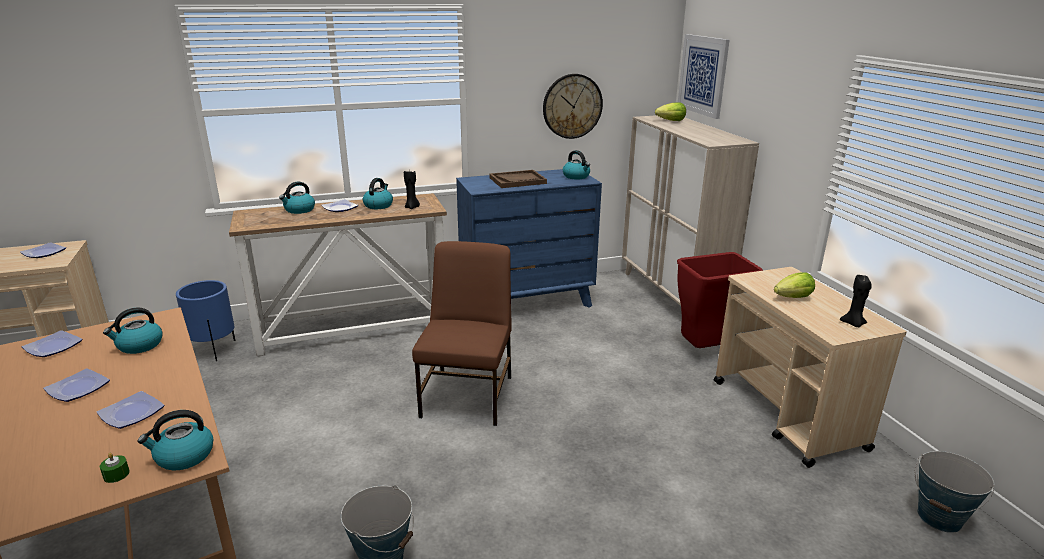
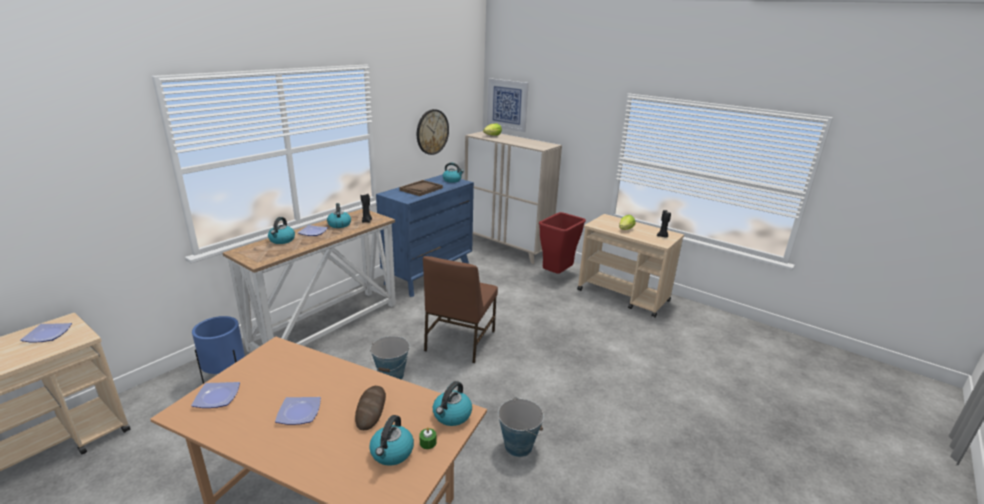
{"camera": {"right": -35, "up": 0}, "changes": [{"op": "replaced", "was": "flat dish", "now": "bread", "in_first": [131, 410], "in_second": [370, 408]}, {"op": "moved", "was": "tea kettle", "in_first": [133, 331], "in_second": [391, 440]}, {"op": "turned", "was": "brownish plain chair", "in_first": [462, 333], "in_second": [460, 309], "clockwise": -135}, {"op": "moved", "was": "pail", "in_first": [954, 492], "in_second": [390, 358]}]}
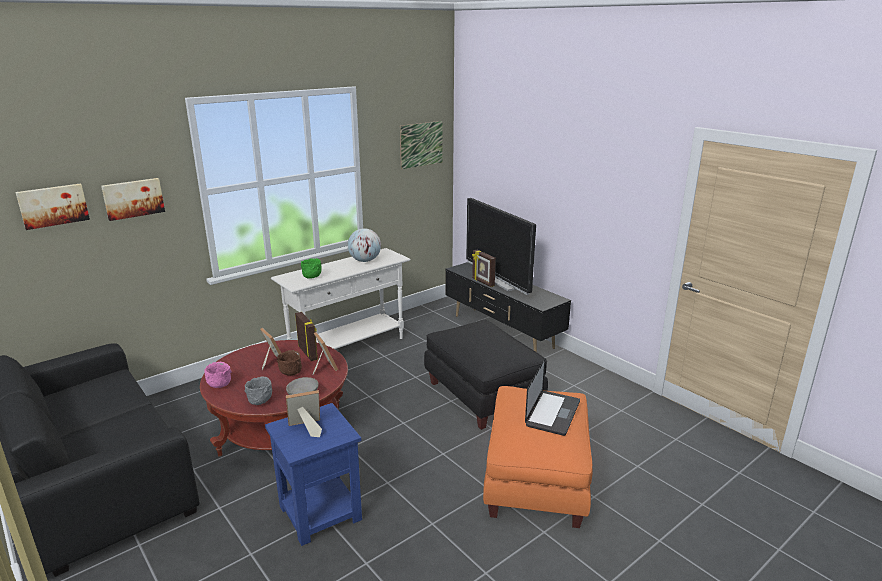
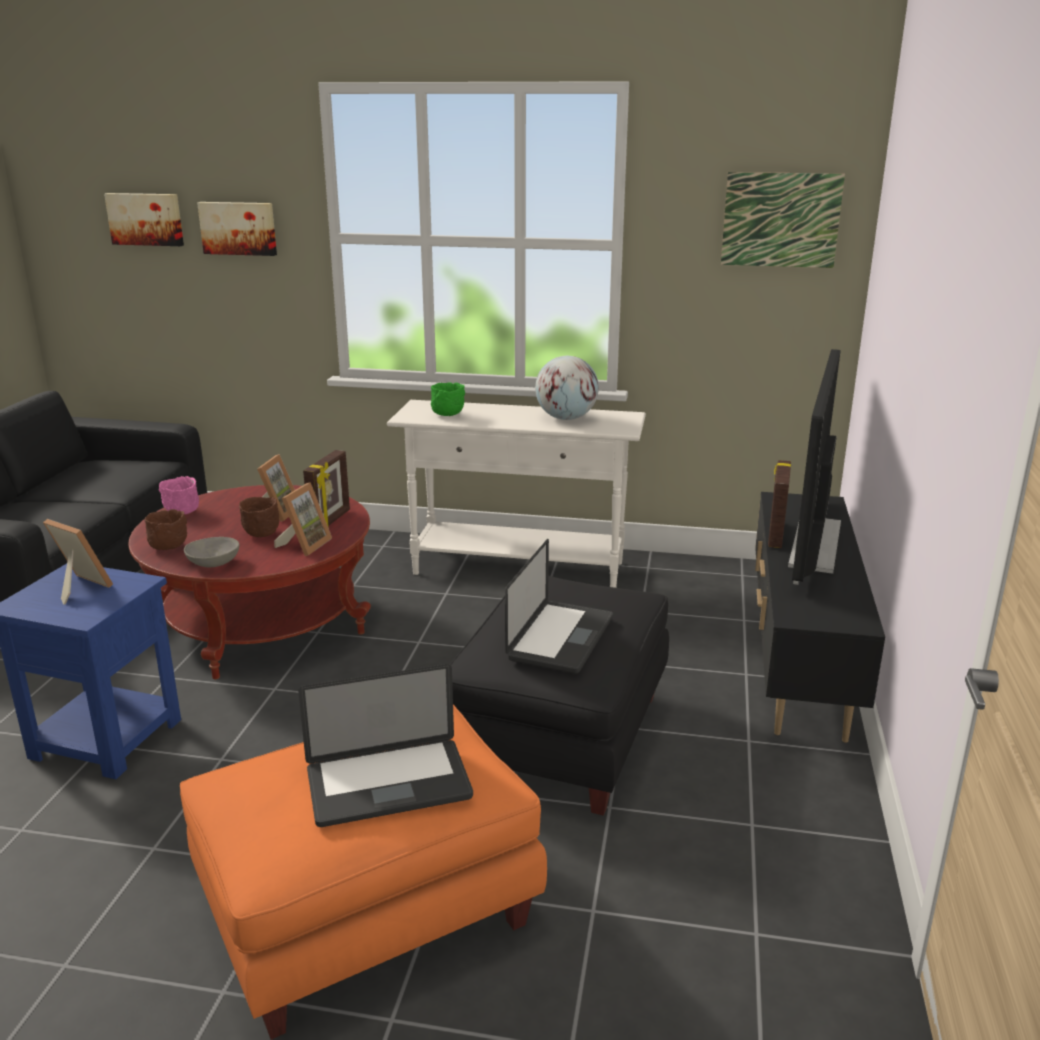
{"camera": {"right": 50, "up": 0}, "changes": [{"op": "recoloured", "was": "gray bowl", "now": "brownish bowl", "in_first": [258, 390], "in_second": [166, 529]}, {"op": "added", "now": "portable computer", "in_second": [559, 606]}]}
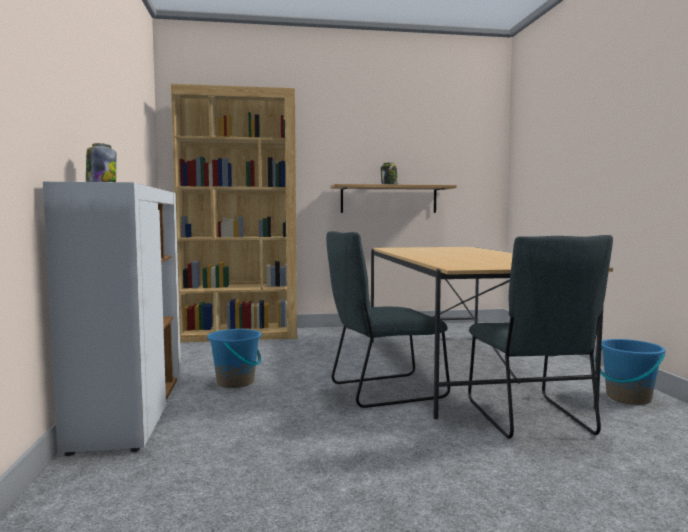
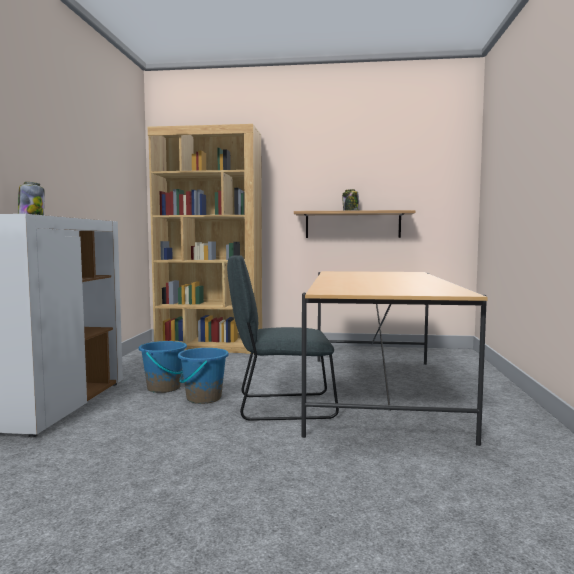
{"camera": {"right": 15, "up": 0}, "changes": [{"op": "removed", "was": "gray plain chair", "in_first": [540, 337]}, {"op": "moved", "was": "bluish pail", "in_first": [630, 372], "in_second": [203, 376]}]}
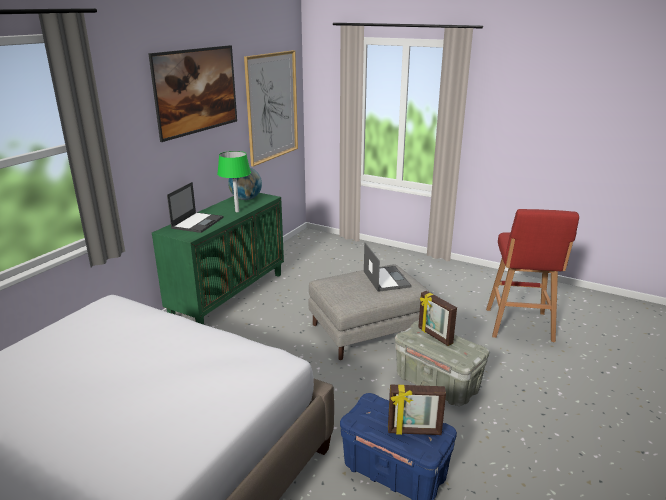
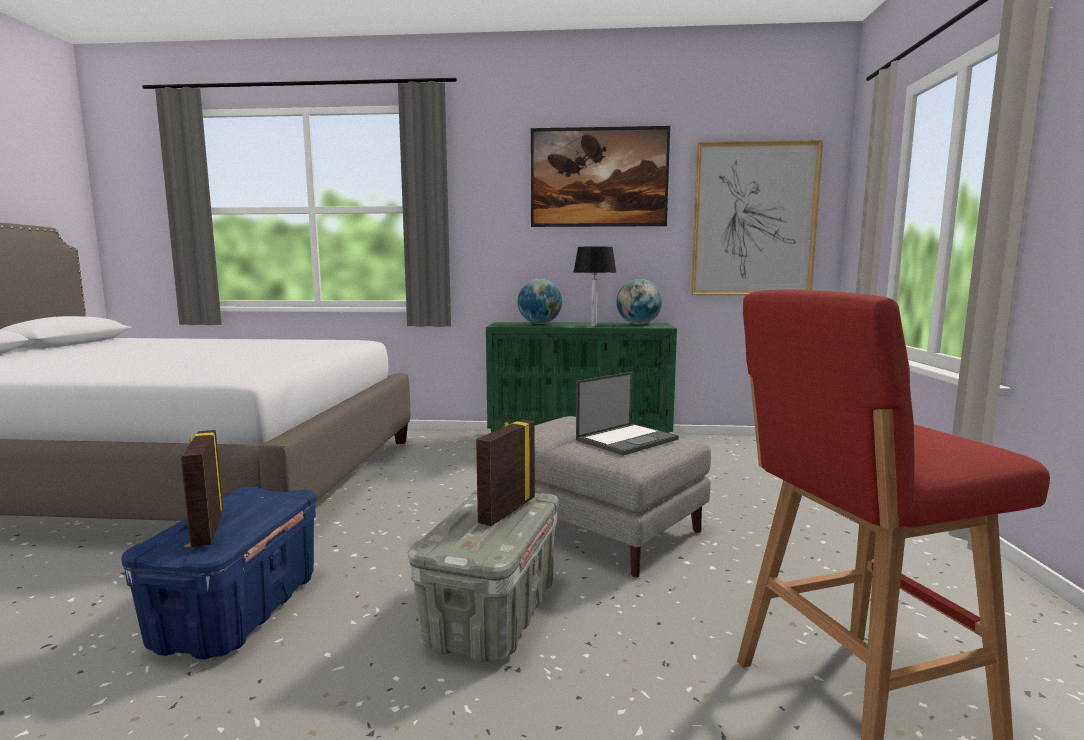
{"camera": {"right": 65, "up": -15}, "changes": [{"op": "replaced", "was": "portable computer", "now": "world globe", "in_first": [195, 207], "in_second": [539, 301]}, {"op": "recoloured", "was": "greenish lamp for a table", "now": "black-coloured lamp for a table", "in_first": [234, 181], "in_second": [595, 286]}]}
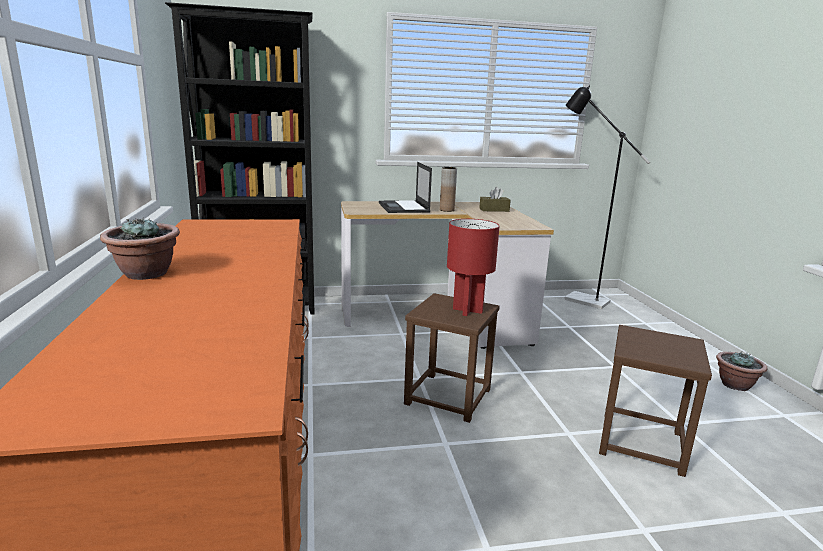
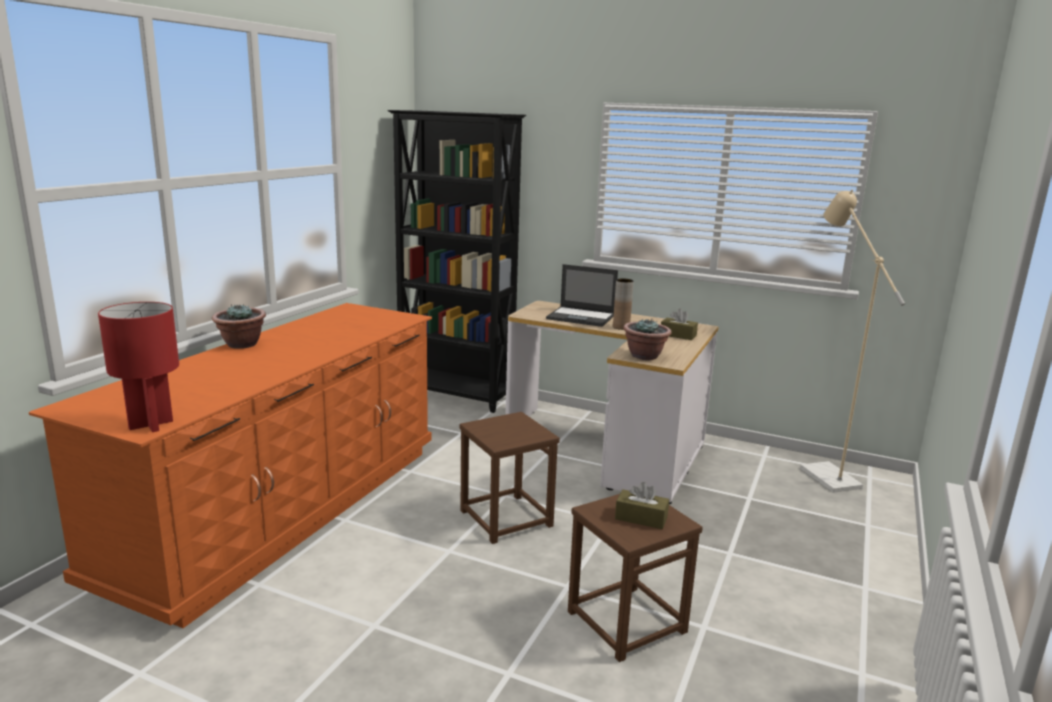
{"camera": {"right": 35, "up": 0}, "changes": [{"op": "turned", "was": "portable computer", "in_first": [405, 187], "in_second": [582, 295], "clockwise": -90}, {"op": "moved", "was": "red lamp for a table", "in_first": [473, 267], "in_second": [138, 367]}, {"op": "recoloured", "was": "black-coloured floor lamp", "now": "beige-coloured floor lamp", "in_first": [607, 197], "in_second": [852, 341]}, {"op": "moved", "was": "houseplant", "in_first": [742, 371], "in_second": [647, 339]}, {"op": "added", "now": "brownish tissue holder", "in_second": [642, 505]}]}
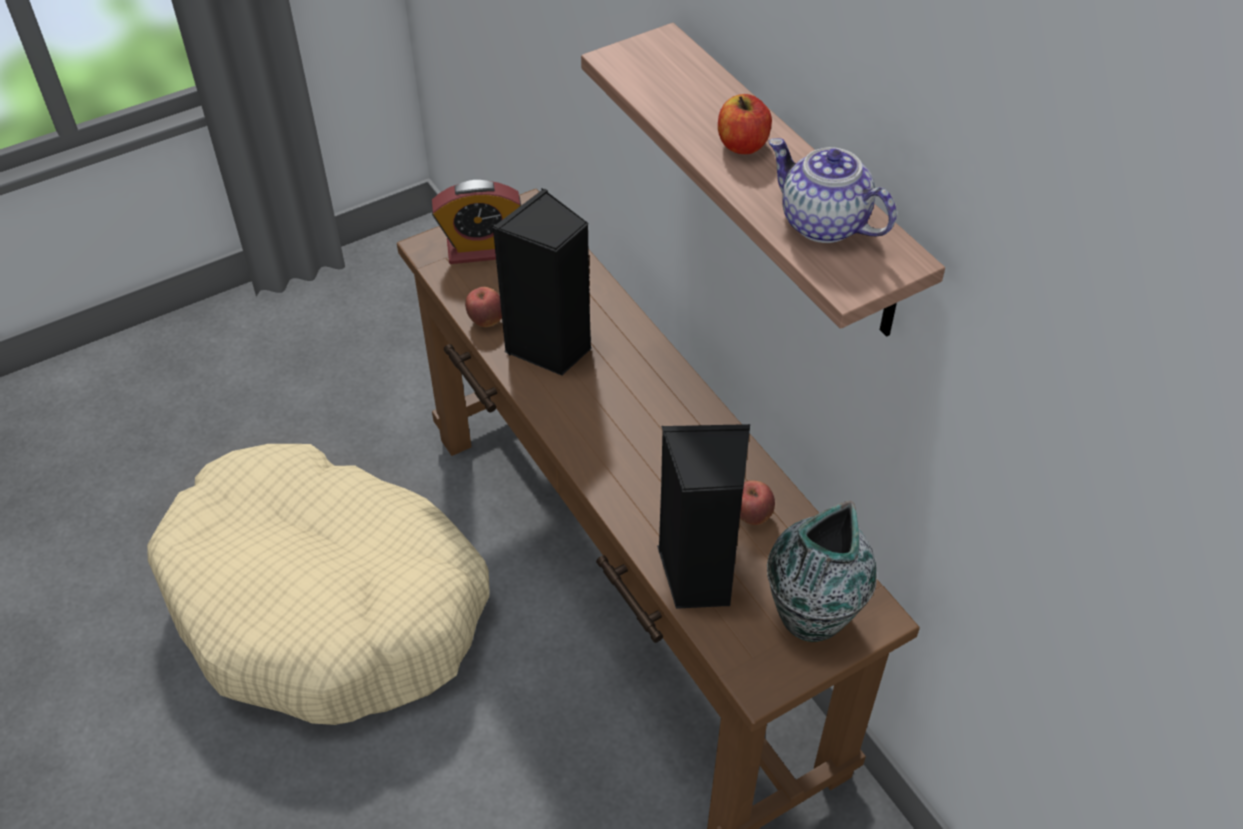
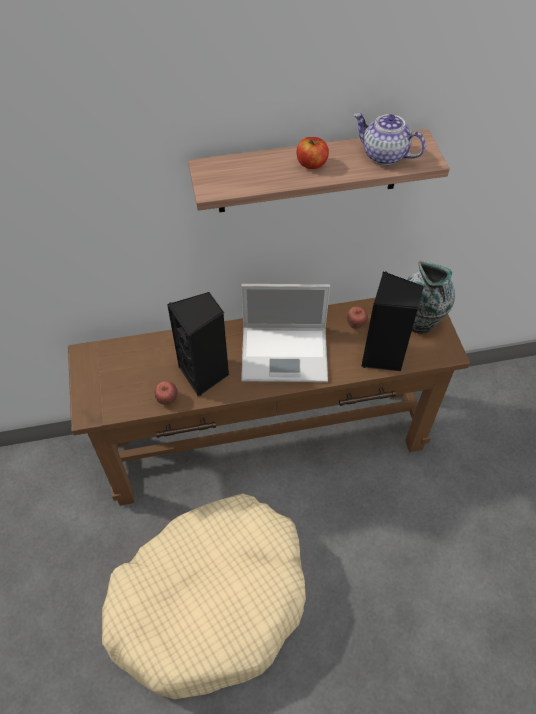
{"camera": {"right": -70, "up": 5}, "changes": [{"op": "removed", "was": "table clock", "in_first": [476, 222]}, {"op": "turned", "was": "teapot", "in_first": [832, 190], "in_second": [390, 139], "clockwise": 60}, {"op": "added", "now": "portable computer", "in_second": [285, 333]}]}
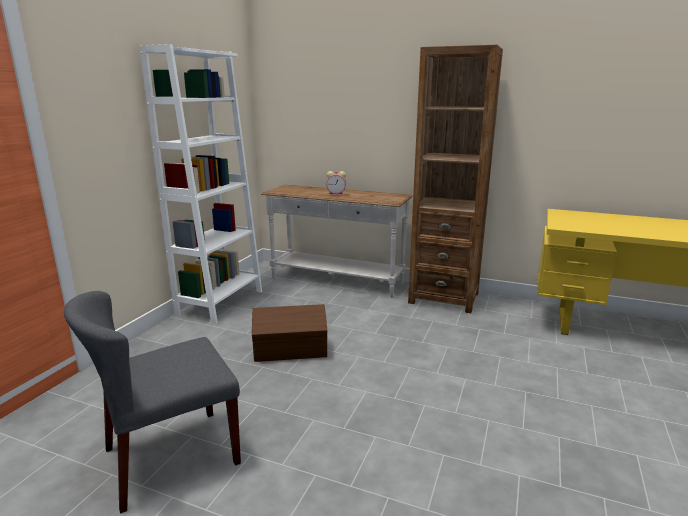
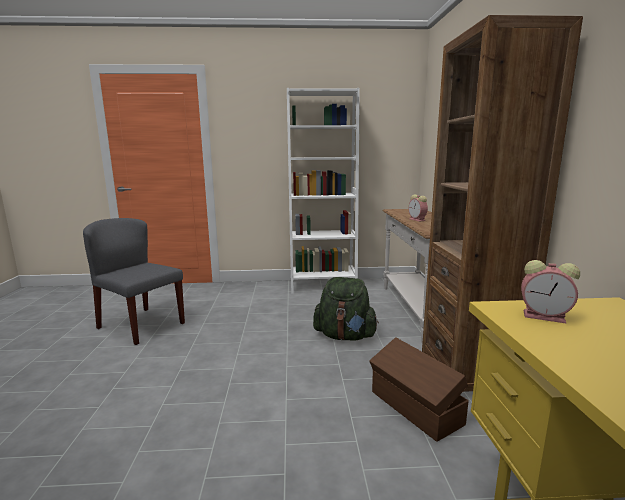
{"camera": {"right": 65, "up": -5}, "changes": [{"op": "moved", "was": "brownish storage container", "in_first": [289, 333], "in_second": [419, 389]}, {"op": "added", "now": "greenish backpack", "in_second": [346, 309]}, {"op": "added", "now": "table clock", "in_second": [550, 291]}]}
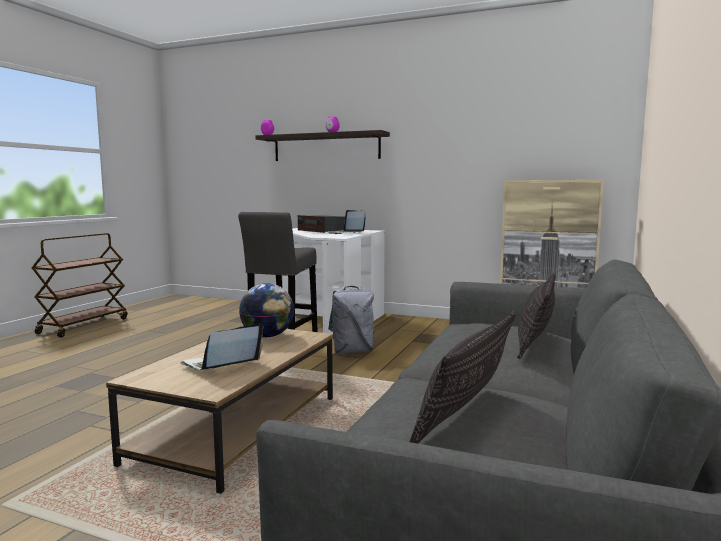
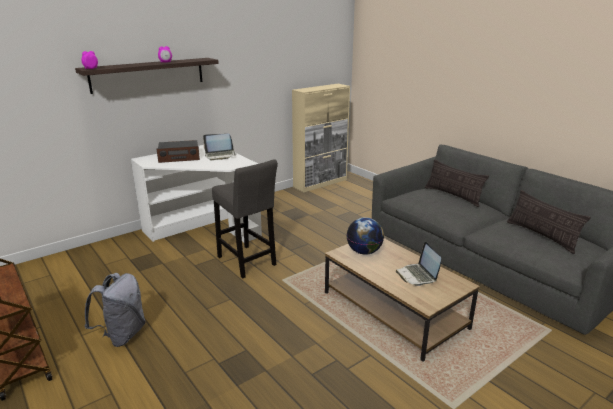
{"camera": {"right": -60, "up": 15}, "changes": [{"op": "moved", "was": "gray backpack", "in_first": [351, 320], "in_second": [115, 310]}]}
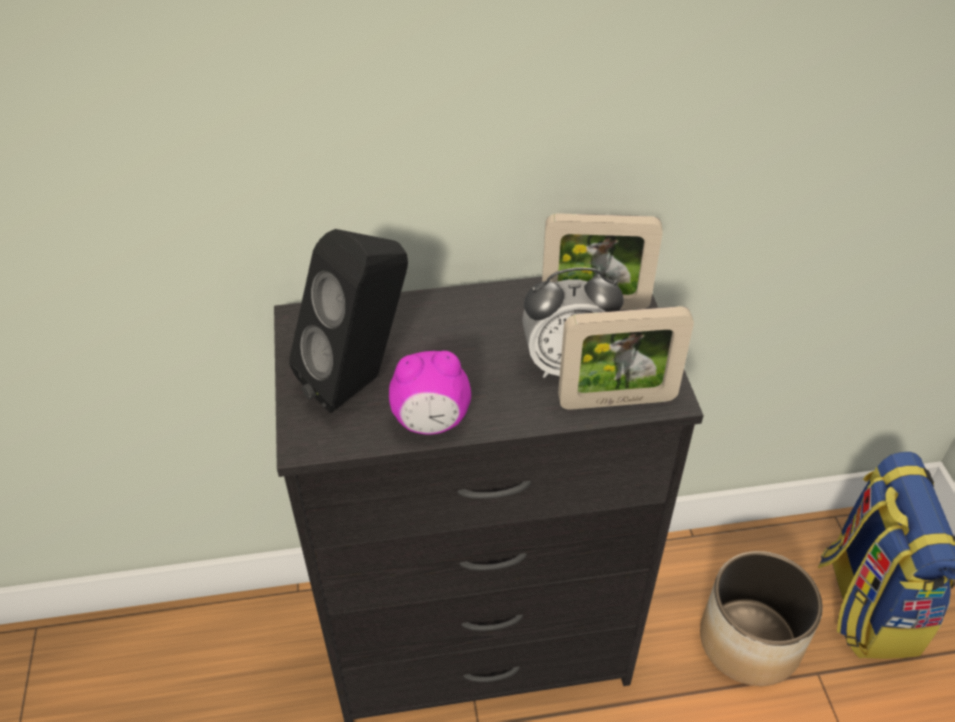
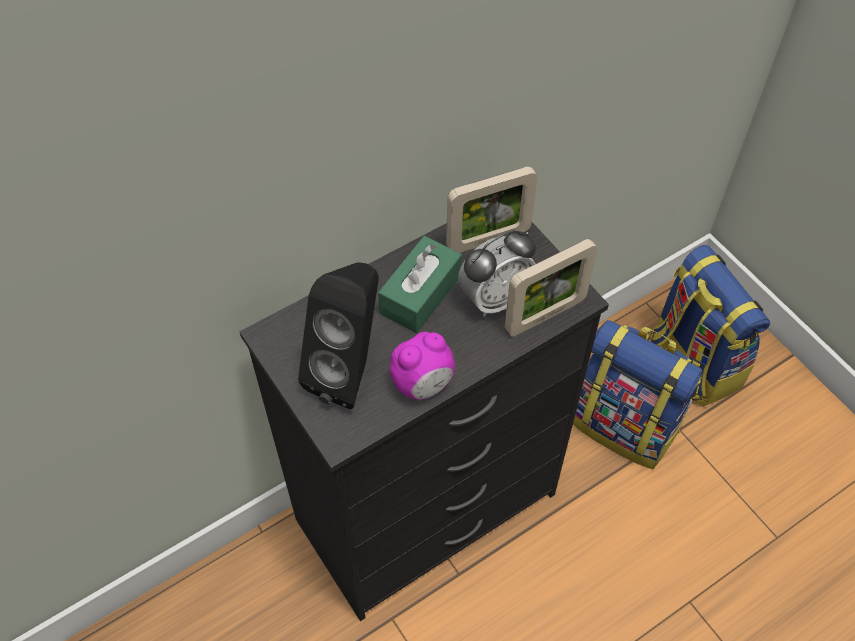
{"camera": {"right": -25, "up": 10}, "changes": [{"op": "replaced", "was": "plant pot", "now": "backpack", "in_first": [761, 618], "in_second": [637, 394]}, {"op": "added", "now": "greenish tissue holder", "in_second": [420, 284]}]}
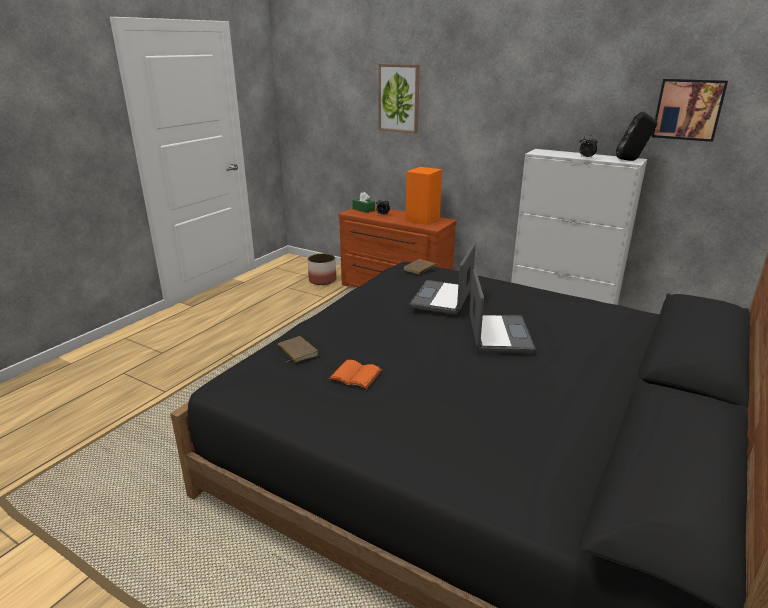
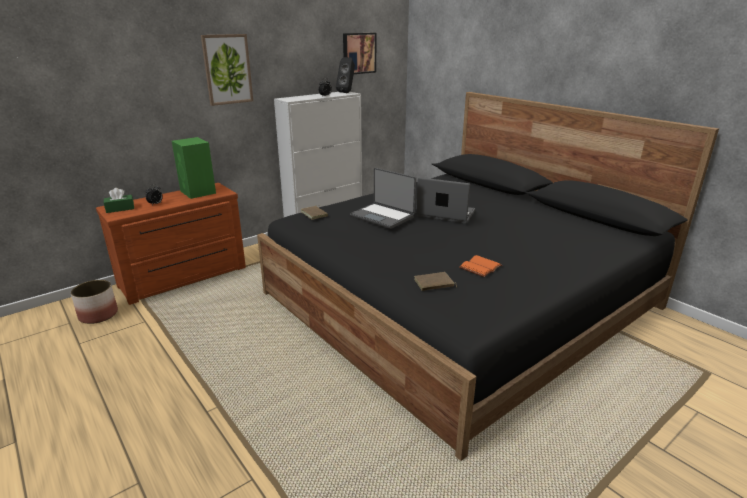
{"camera": {"right": -70, "up": 0}, "changes": [{"op": "moved", "was": "wall picture", "in_first": [399, 99], "in_second": [227, 70]}, {"op": "recoloured", "was": "orange-coloured speaker", "now": "greenish speaker", "in_first": [424, 196], "in_second": [194, 168]}]}
